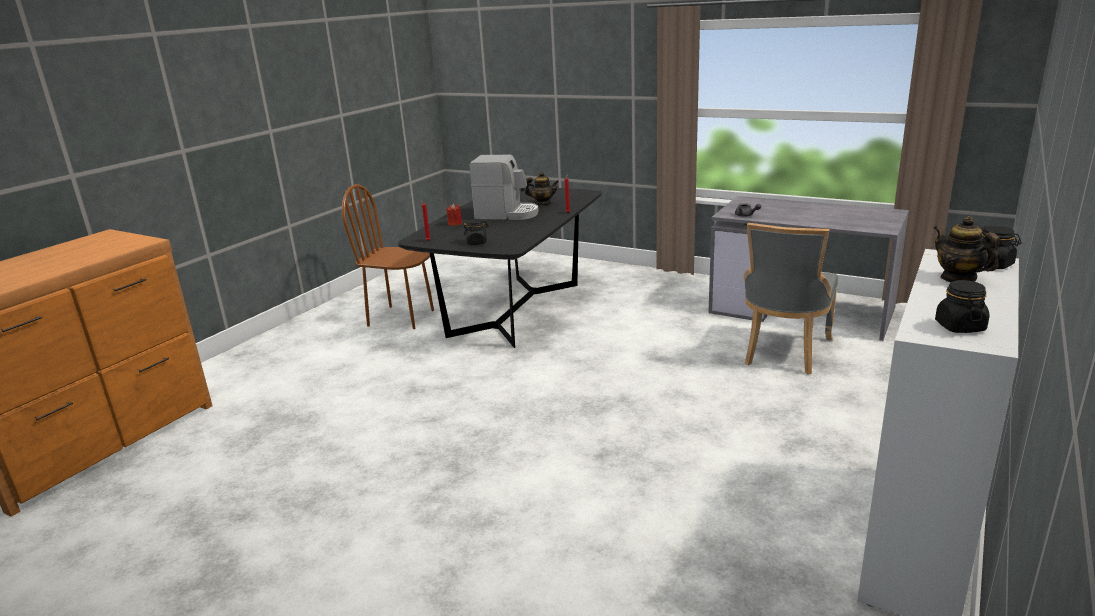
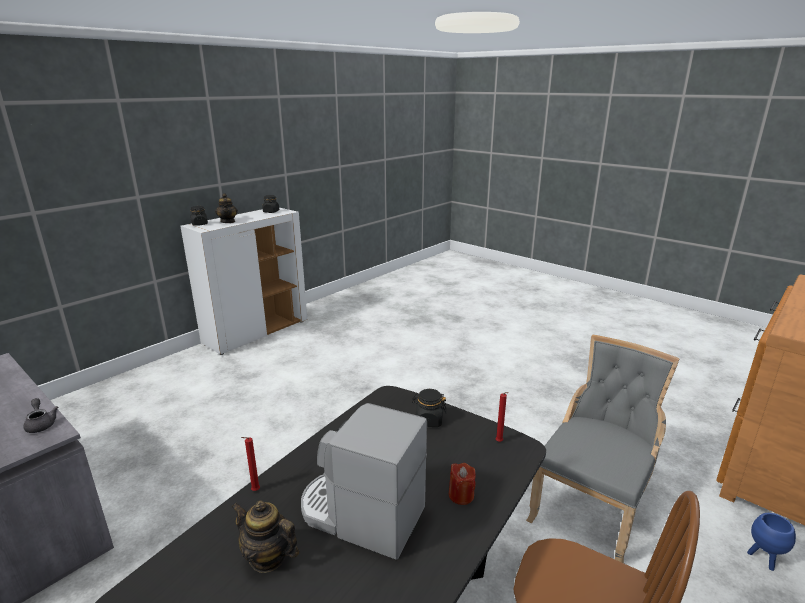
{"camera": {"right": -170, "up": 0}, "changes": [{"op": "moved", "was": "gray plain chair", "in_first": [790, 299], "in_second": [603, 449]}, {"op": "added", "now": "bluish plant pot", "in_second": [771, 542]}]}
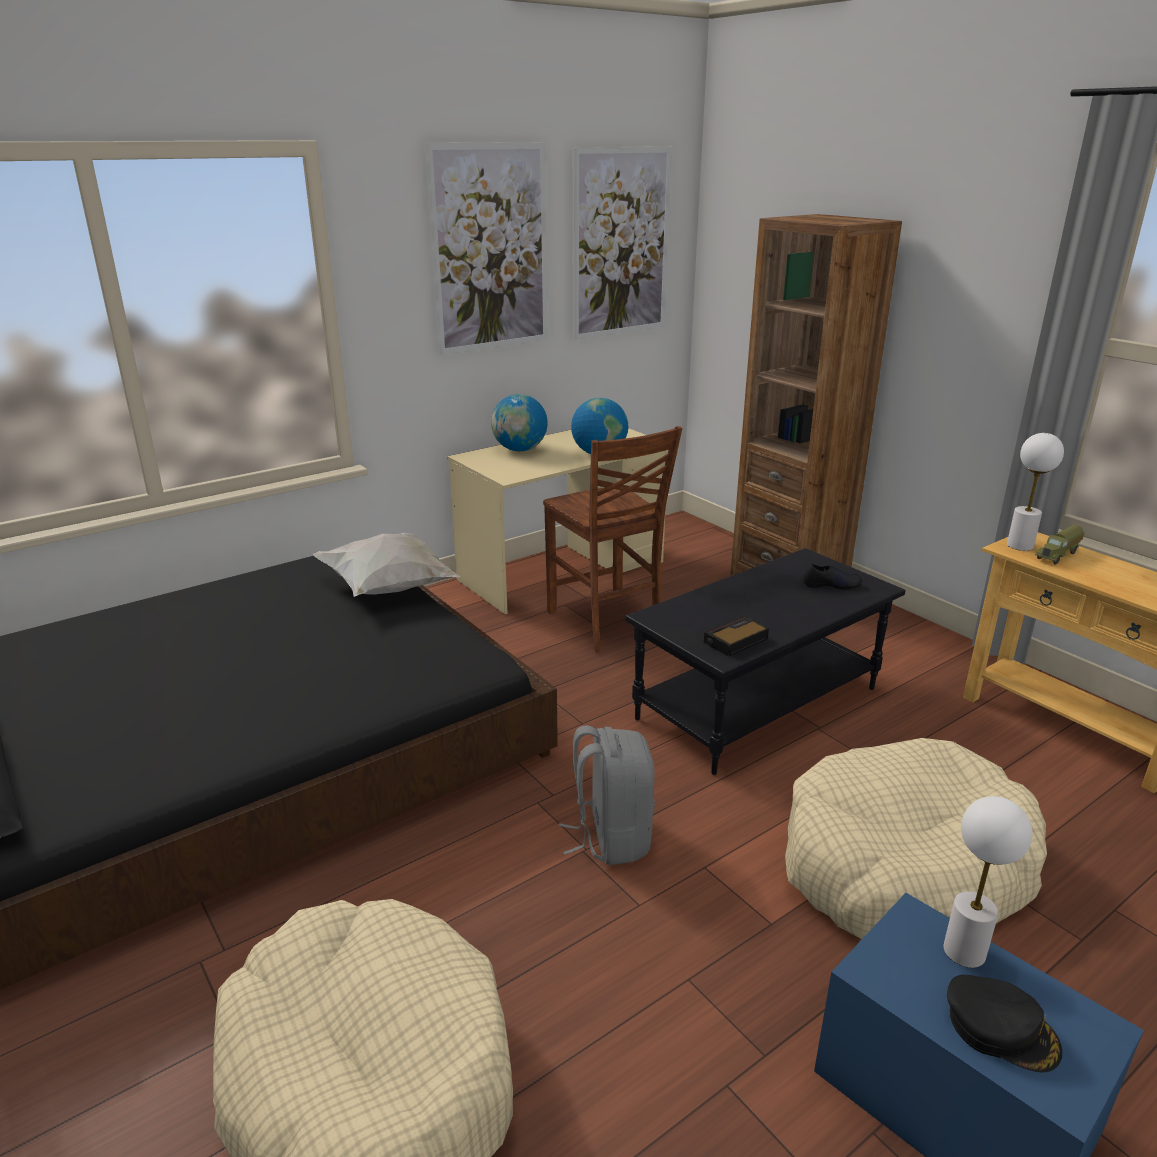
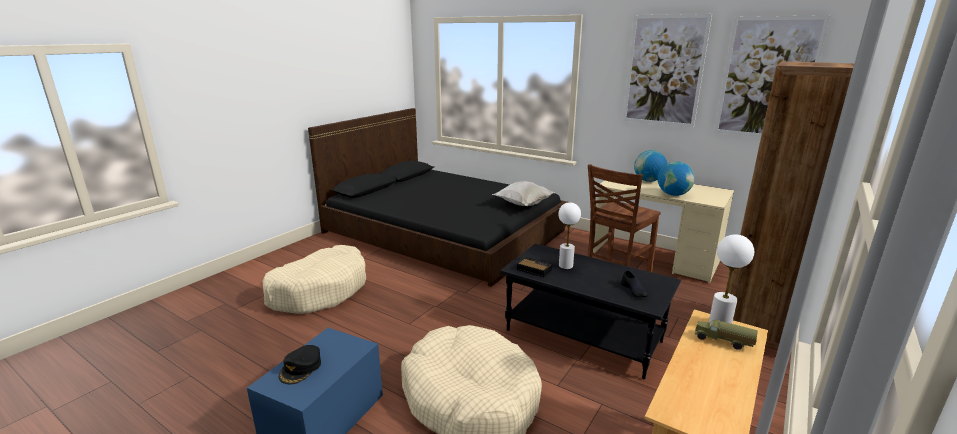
{"camera": {"right": 70, "up": -5}, "changes": [{"op": "removed", "was": "gray backpack", "in_first": [607, 795]}, {"op": "moved", "was": "white lamp for a table", "in_first": [988, 882], "in_second": [569, 235]}]}
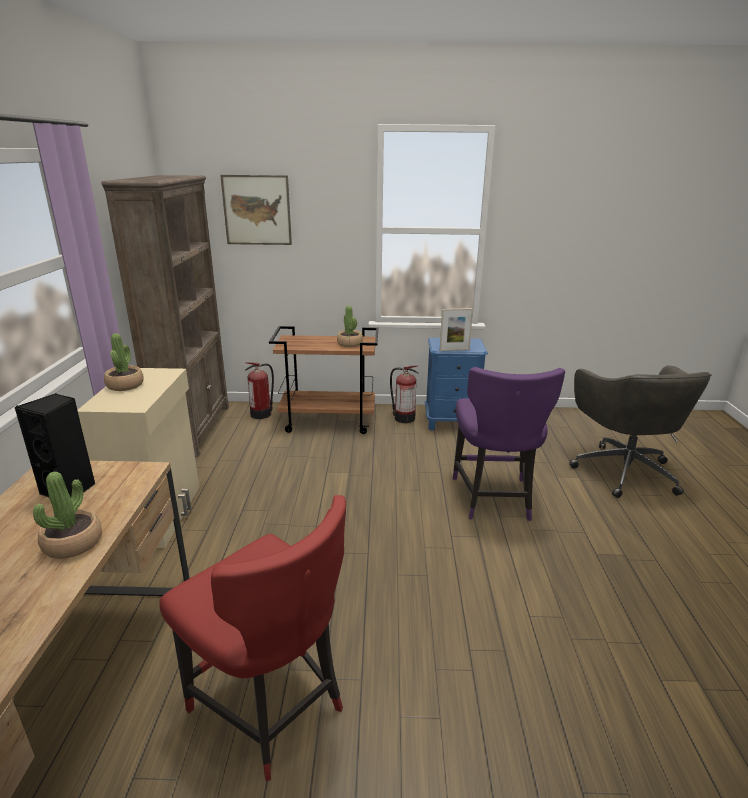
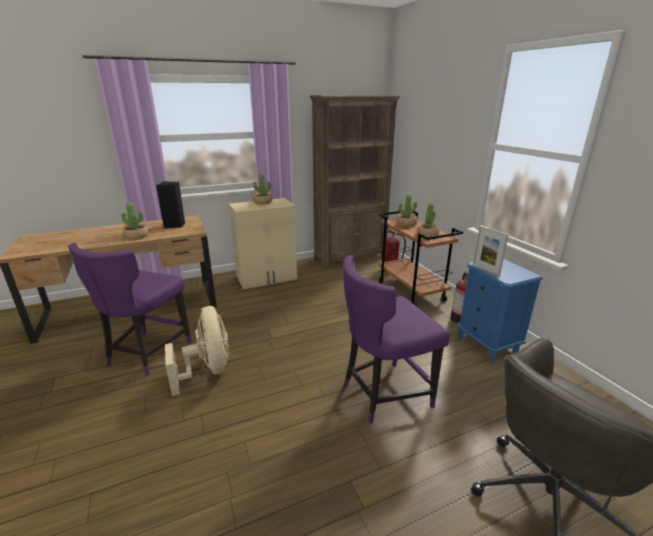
{"camera": {"right": 65, "up": 0}, "changes": [{"op": "recoloured", "was": "red plain chair", "now": "purplish plain chair", "in_first": [252, 638], "in_second": [130, 309]}, {"op": "removed", "was": "wall picture", "in_first": [256, 210]}, {"op": "added", "now": "beige-coloured cooling fan", "in_second": [196, 351]}, {"op": "added", "now": "houseplant", "in_second": [407, 211]}]}
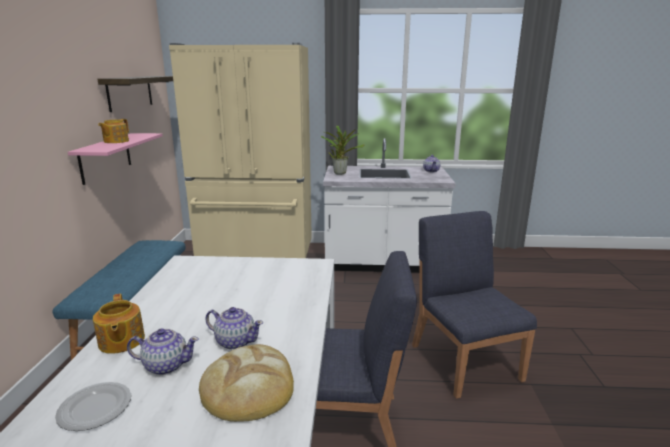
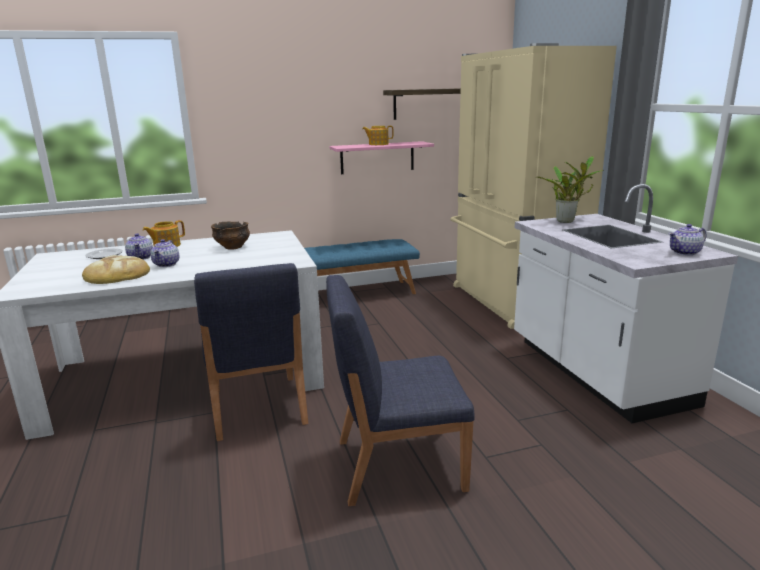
{"camera": {"right": 70, "up": 0}, "changes": [{"op": "turned", "was": "bluish plain chair", "in_first": [474, 305], "in_second": [400, 390], "clockwise": -150}, {"op": "added", "now": "bowl", "in_second": [230, 236]}]}
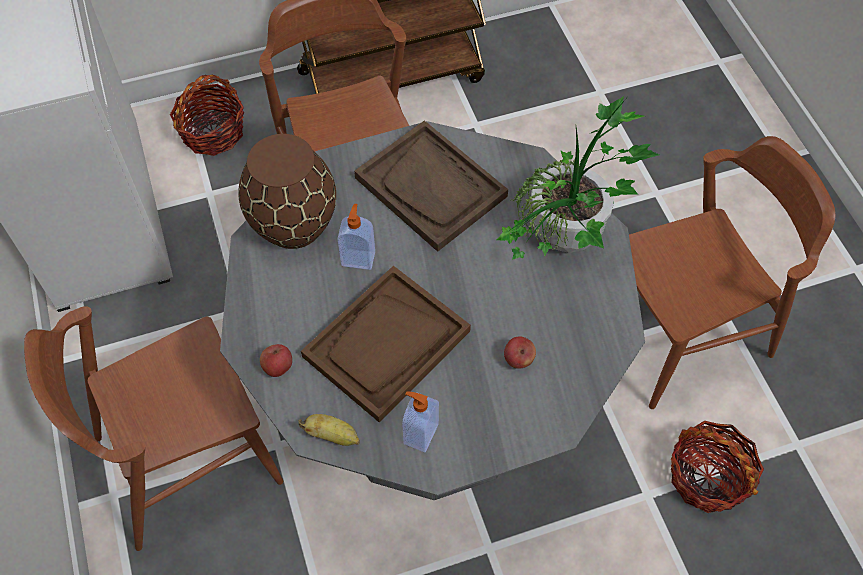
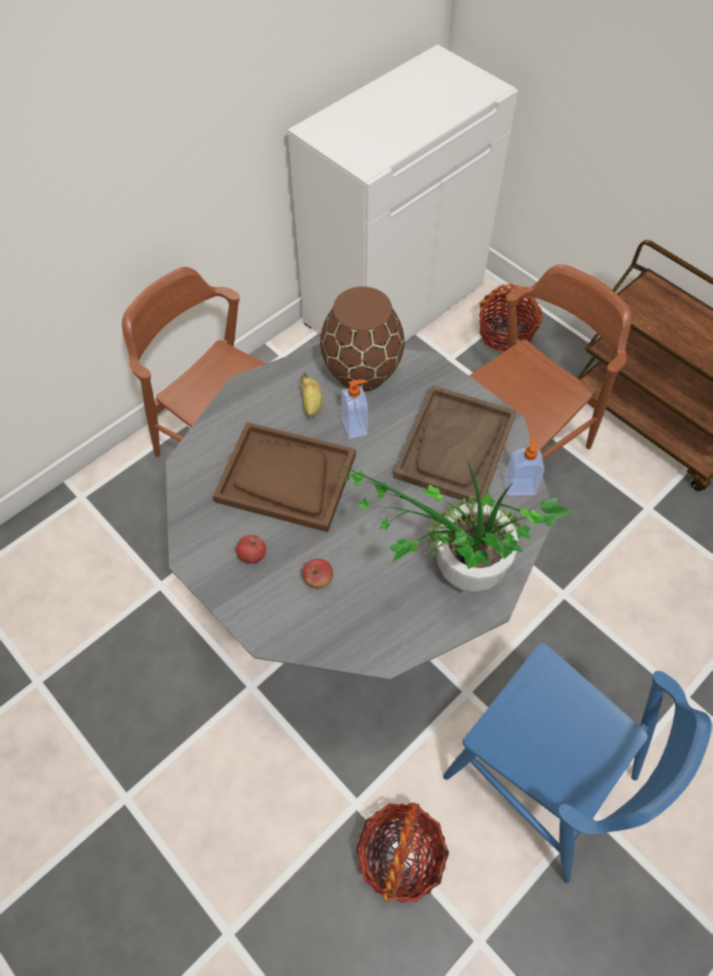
{"camera": {"right": 65, "up": 0}, "changes": [{"op": "moved", "was": "whole apple", "in_first": [276, 360], "in_second": [251, 549]}, {"op": "moved", "was": "whole banana", "in_first": [329, 430], "in_second": [311, 394]}, {"op": "moved", "was": "soap dispenser", "in_first": [420, 422], "in_second": [524, 466]}, {"op": "recoloured", "was": "brownish plain chair", "now": "bluish plain chair", "in_first": [732, 272], "in_second": [577, 763]}]}
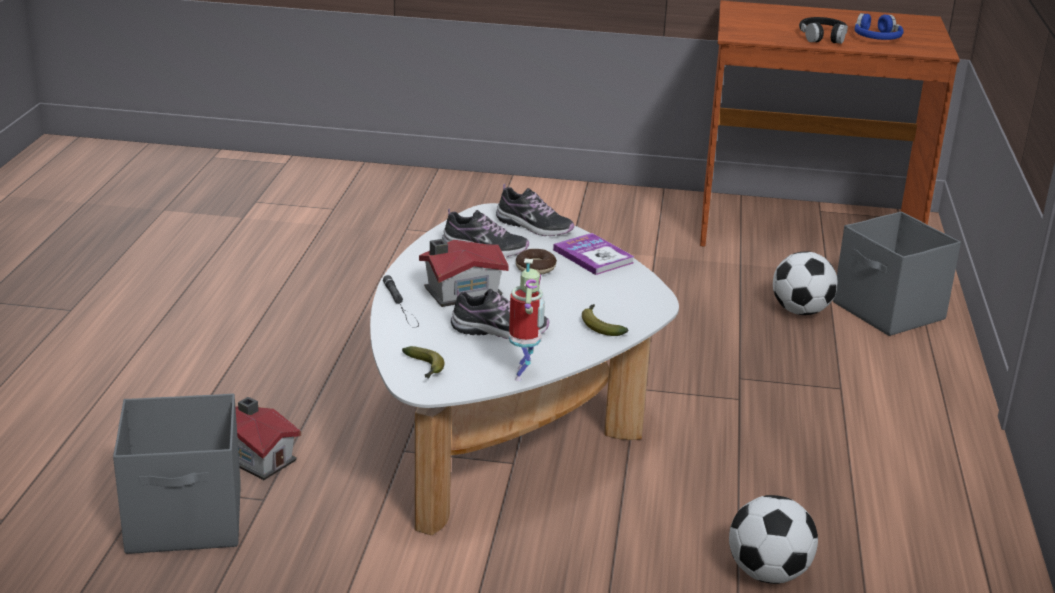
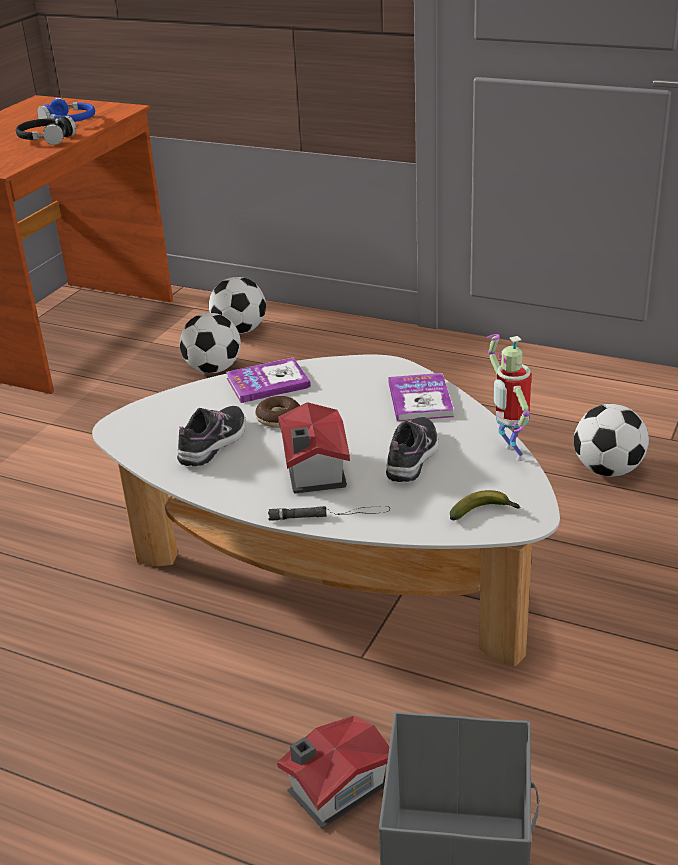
{"camera": {"right": -70, "up": 5}, "changes": [{"op": "removed", "was": "shoe", "in_first": [535, 210]}, {"op": "turned", "was": "robot figure", "in_first": [527, 320], "in_second": [509, 397], "clockwise": -135}, {"op": "replaced", "was": "whole banana", "now": "bound book", "in_first": [605, 320], "in_second": [421, 397]}, {"op": "replaced", "was": "gray storage container", "now": "football ball", "in_first": [897, 274], "in_second": [237, 305]}]}
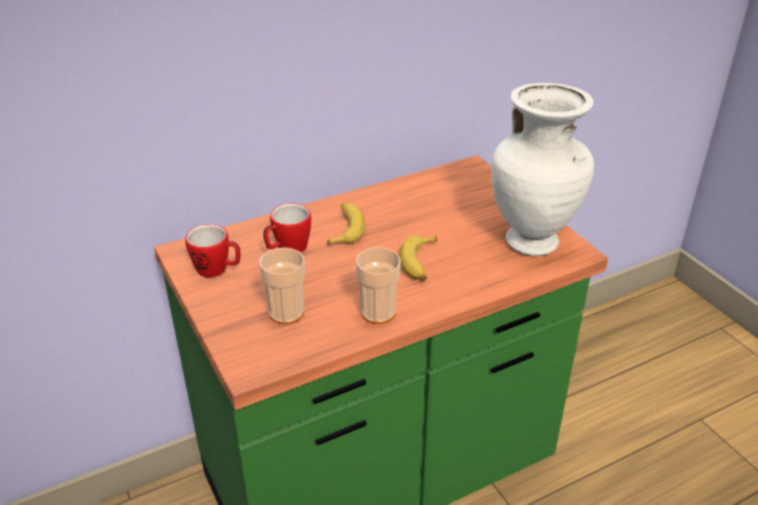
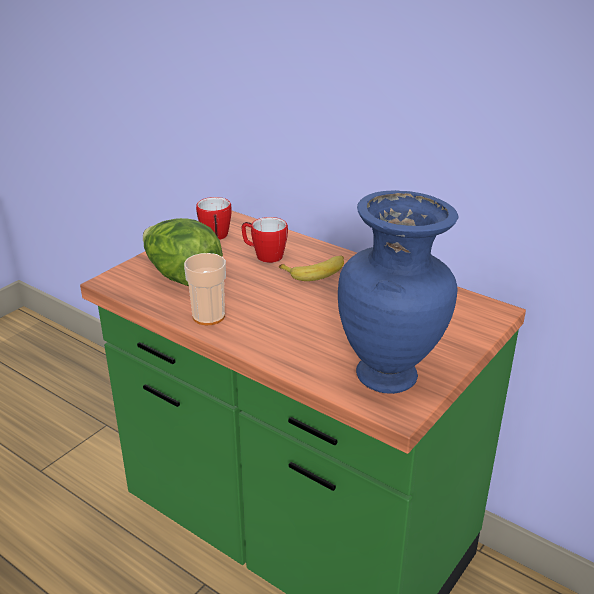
{"camera": {"right": 65, "up": -5}, "changes": [{"op": "replaced", "was": "cup", "now": "lettuce head", "in_first": [282, 285], "in_second": [183, 252]}, {"op": "removed", "was": "whole banana", "in_first": [418, 258]}, {"op": "recoloured", "was": "white decorative vase", "now": "bluish decorative vase", "in_first": [542, 169], "in_second": [398, 292]}]}
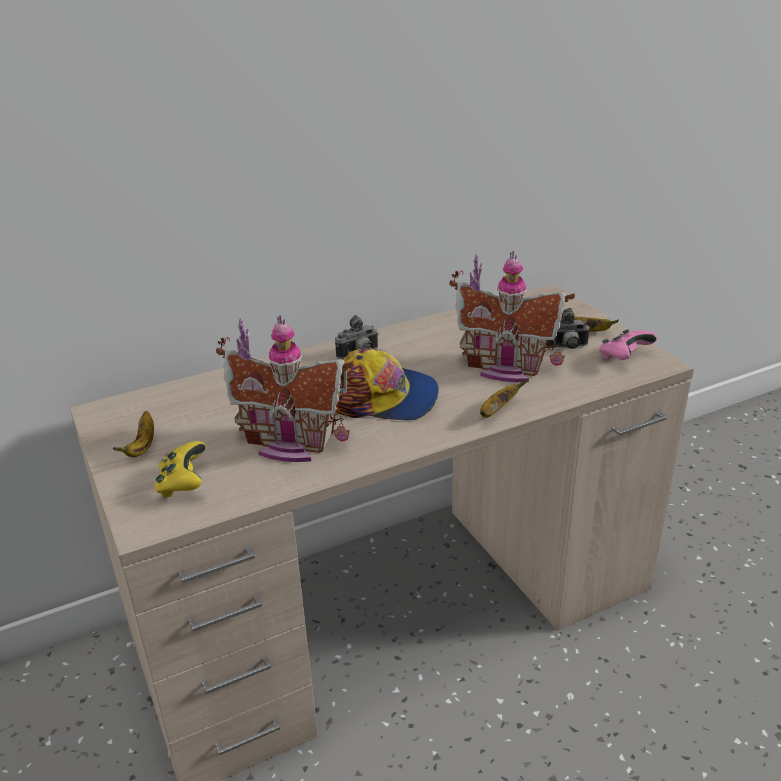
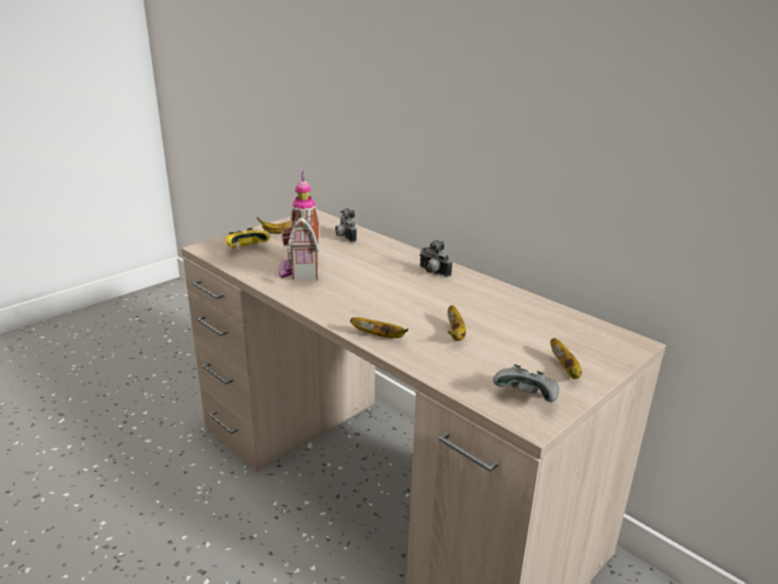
{"camera": {"right": 70, "up": -5}, "changes": [{"op": "removed", "was": "cap", "in_first": [387, 384]}, {"op": "replaced", "was": "miniature house", "now": "whole banana", "in_first": [512, 316], "in_second": [457, 323]}, {"op": "moved", "was": "still camera", "in_first": [568, 328], "in_second": [346, 225]}, {"op": "recoloured", "was": "pinkish gamepad", "now": "gray gamepad", "in_first": [628, 344], "in_second": [526, 383]}]}
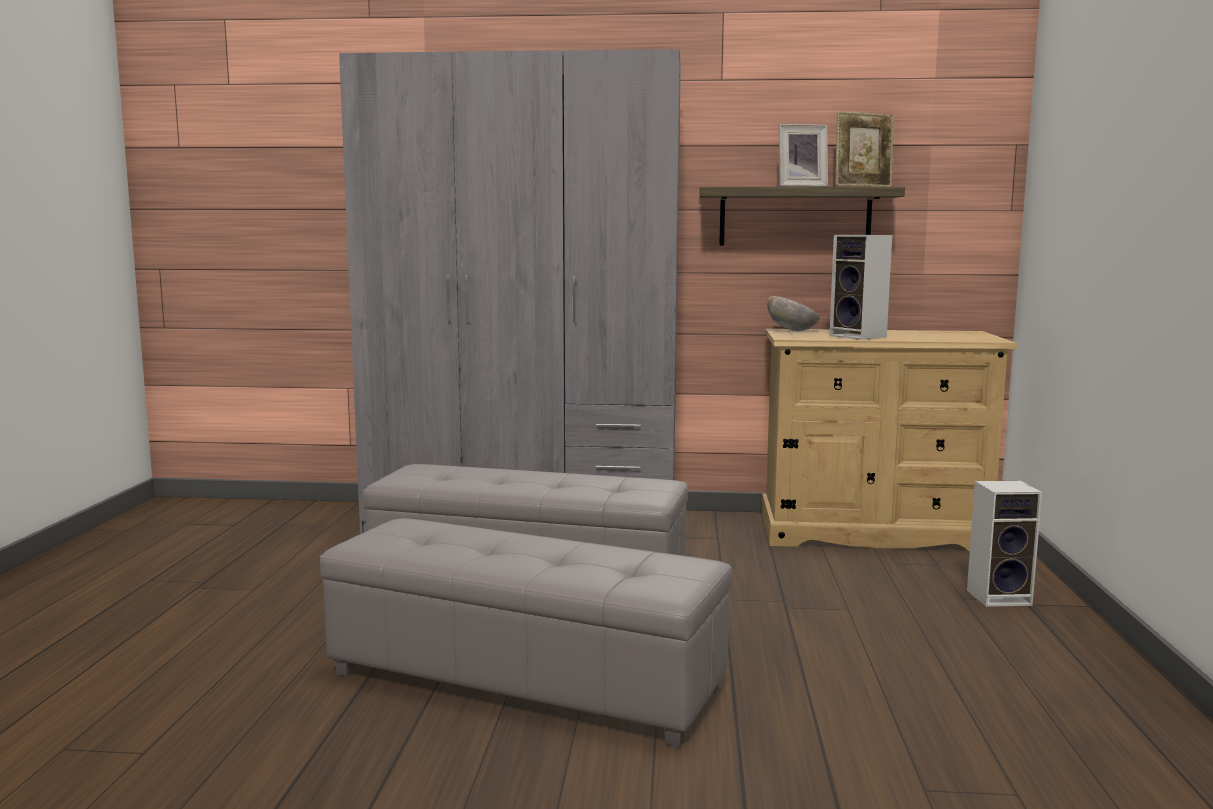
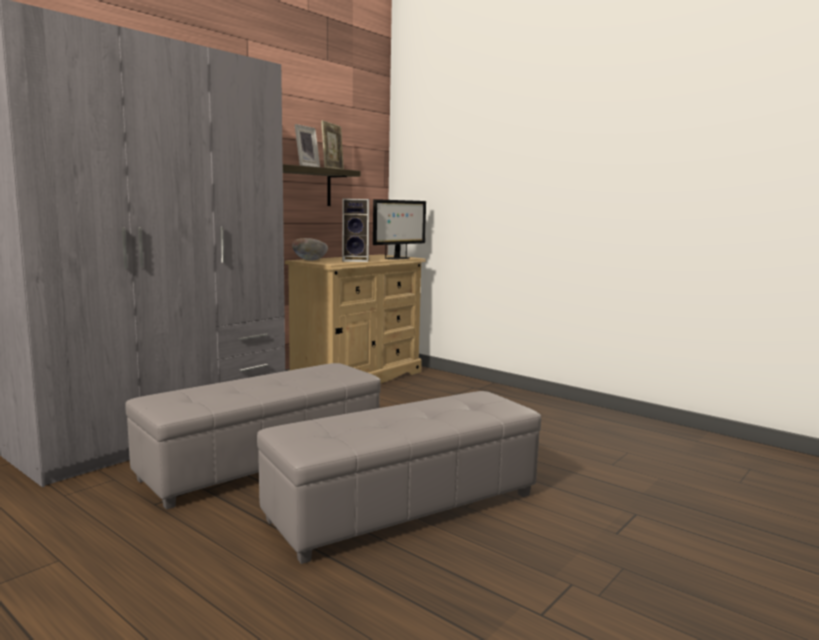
{"camera": {"right": -55, "up": 0}, "changes": [{"op": "removed", "was": "speaker", "in_first": [1004, 544]}, {"op": "added", "now": "computer screen", "in_second": [399, 229]}]}
